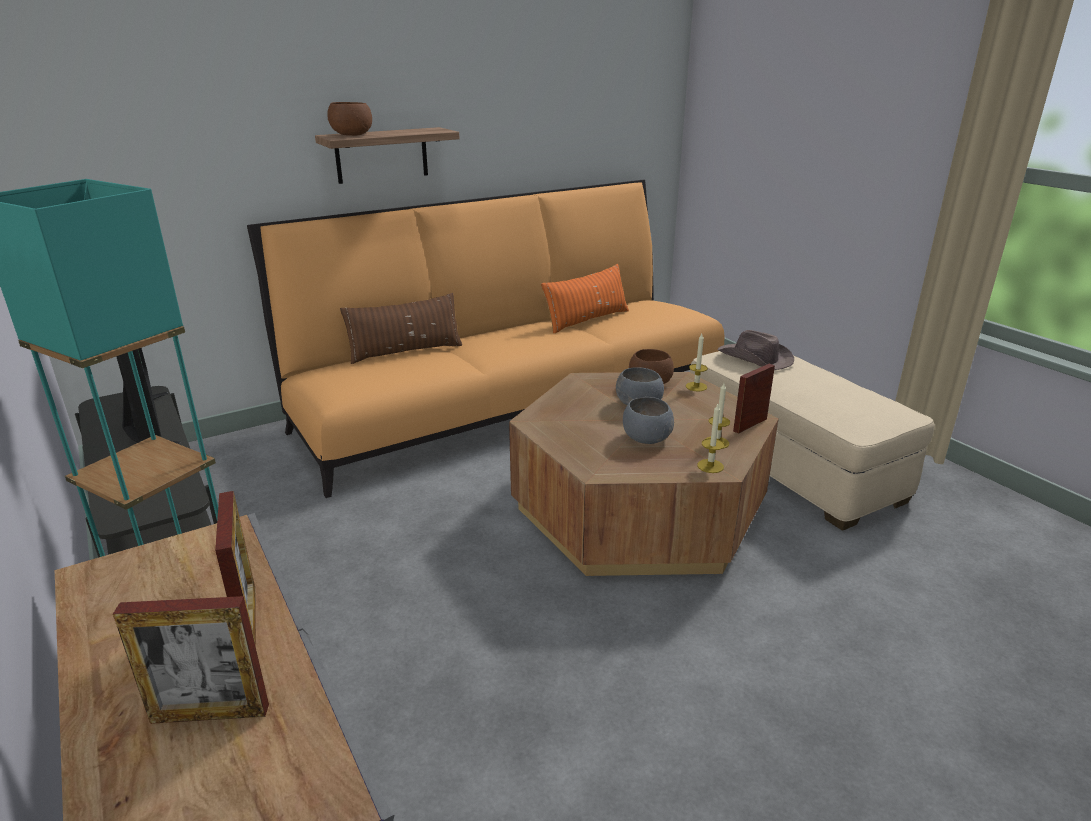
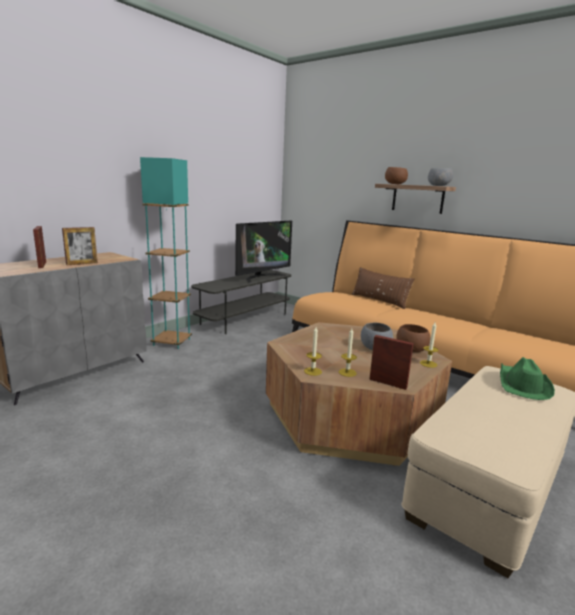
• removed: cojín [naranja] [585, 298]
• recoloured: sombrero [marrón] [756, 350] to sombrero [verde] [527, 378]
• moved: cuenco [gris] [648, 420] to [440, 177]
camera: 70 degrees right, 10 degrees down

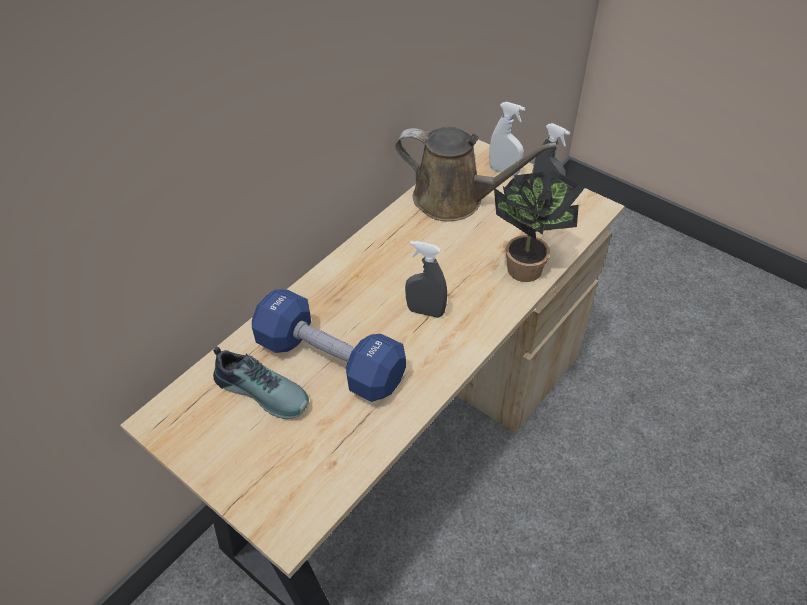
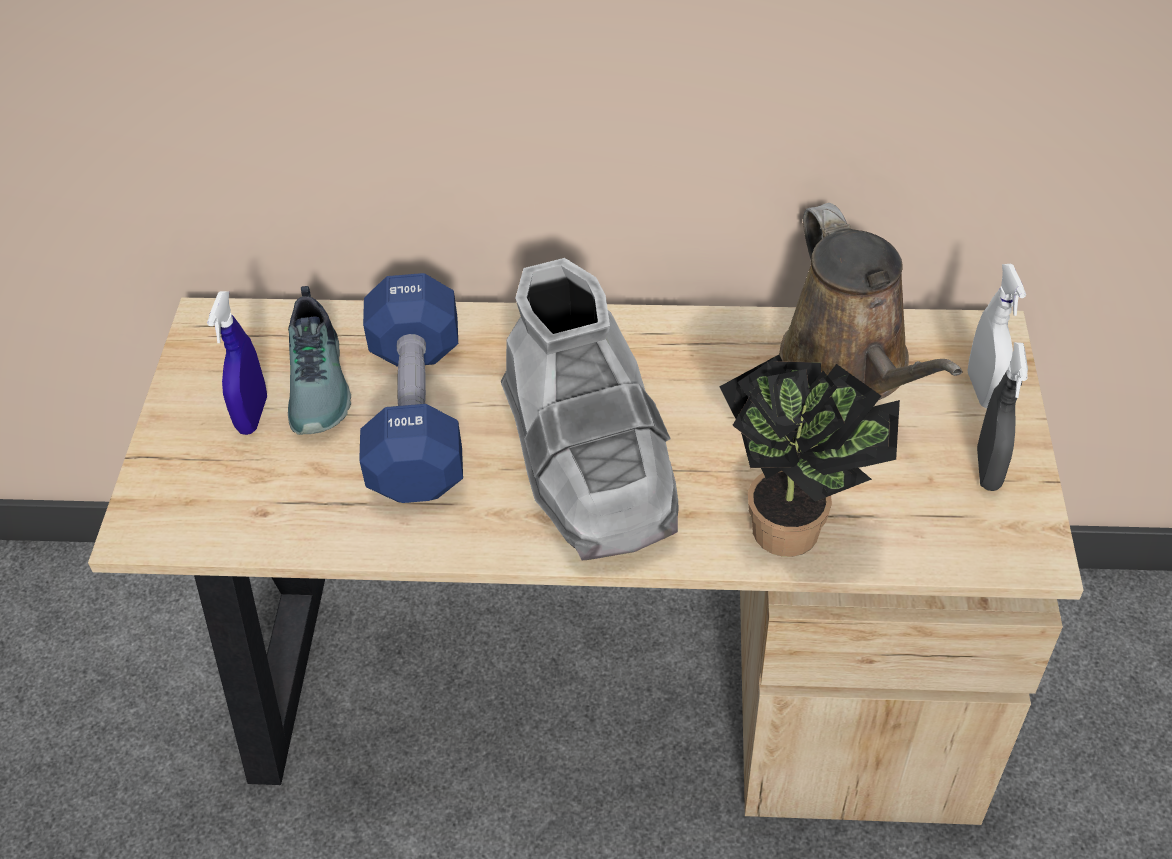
• replaced: pulverizador [gris] [426, 279] to bota [gris] [589, 409]
• added: pulverizador [azul] [237, 363]
camera: 55 degrees right, 0 degrees up

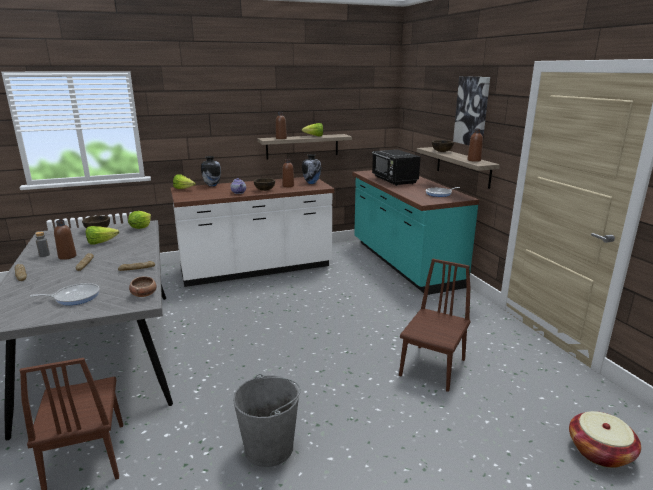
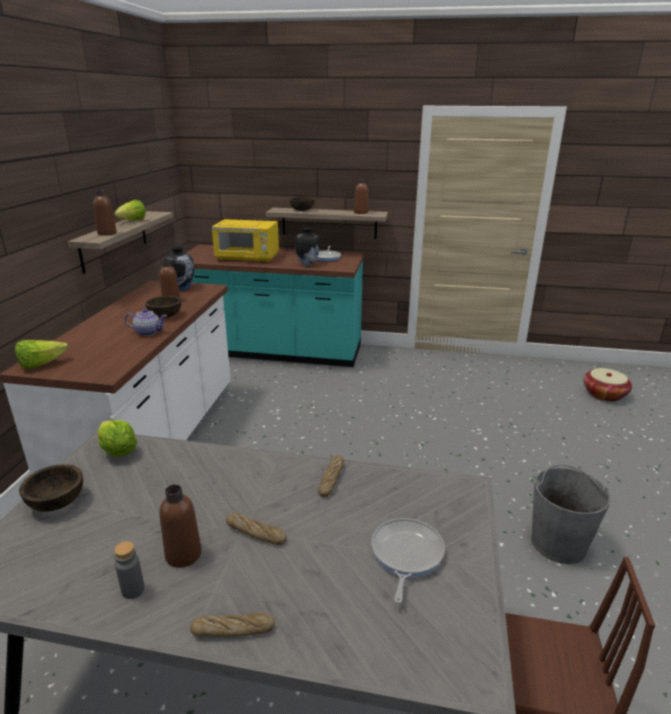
• removed: cuadro [471, 110]
• recoloured: microondas [negro] [396, 167] to microondas [amarillo] [245, 240]
• moved: florero [211, 171] to [307, 246]
• removed: lechuga [102, 235]
• removed: silla [marrón] [435, 325]
• removed: cuenco [143, 286]
camera: 60 degrees left, 5 degrees up

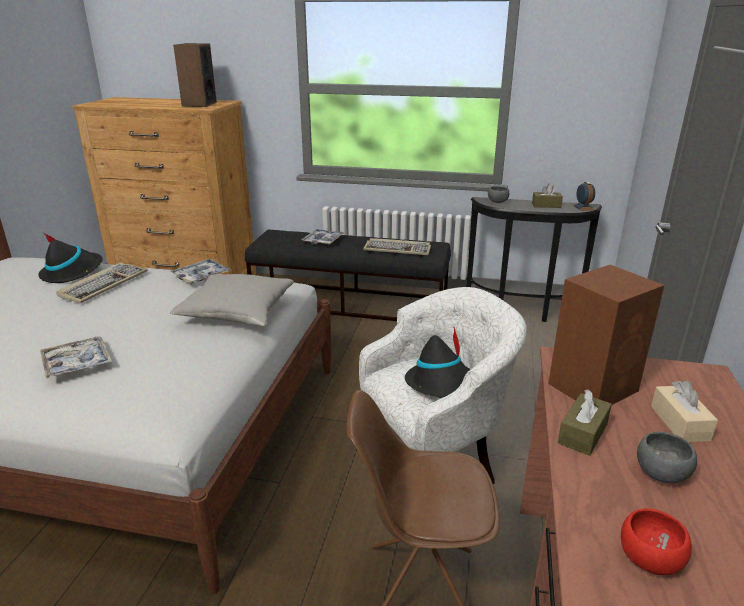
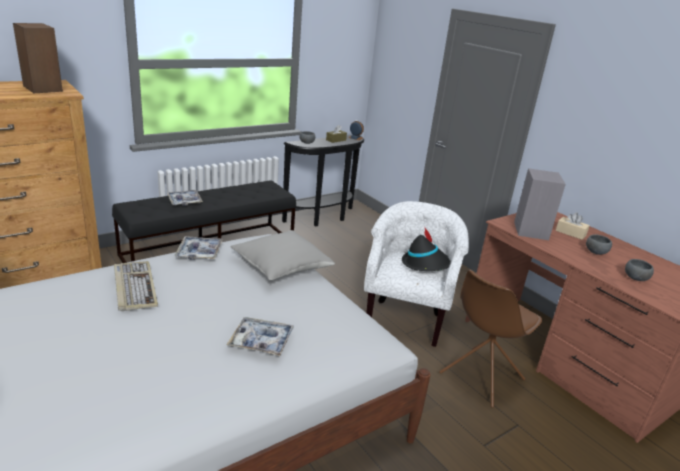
• removed: sombrero [negro] [70, 258]
• removed: teclado [397, 246]
• recoloured: altavoz [marrón] [606, 335] to altavoz [gris] [540, 204]
• removed: caja de pañuelos [marrón] [585, 422]
• recoloured: cuenco [rojo] [656, 541] to cuenco [gris] [639, 270]
camera: 50 degrees left, 0 degrees up

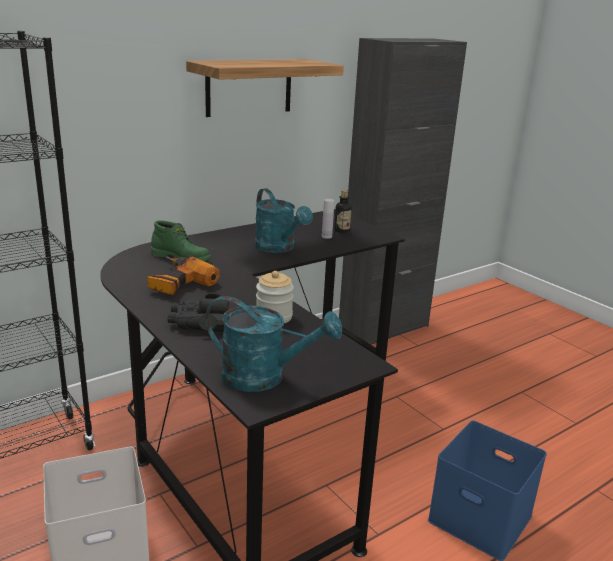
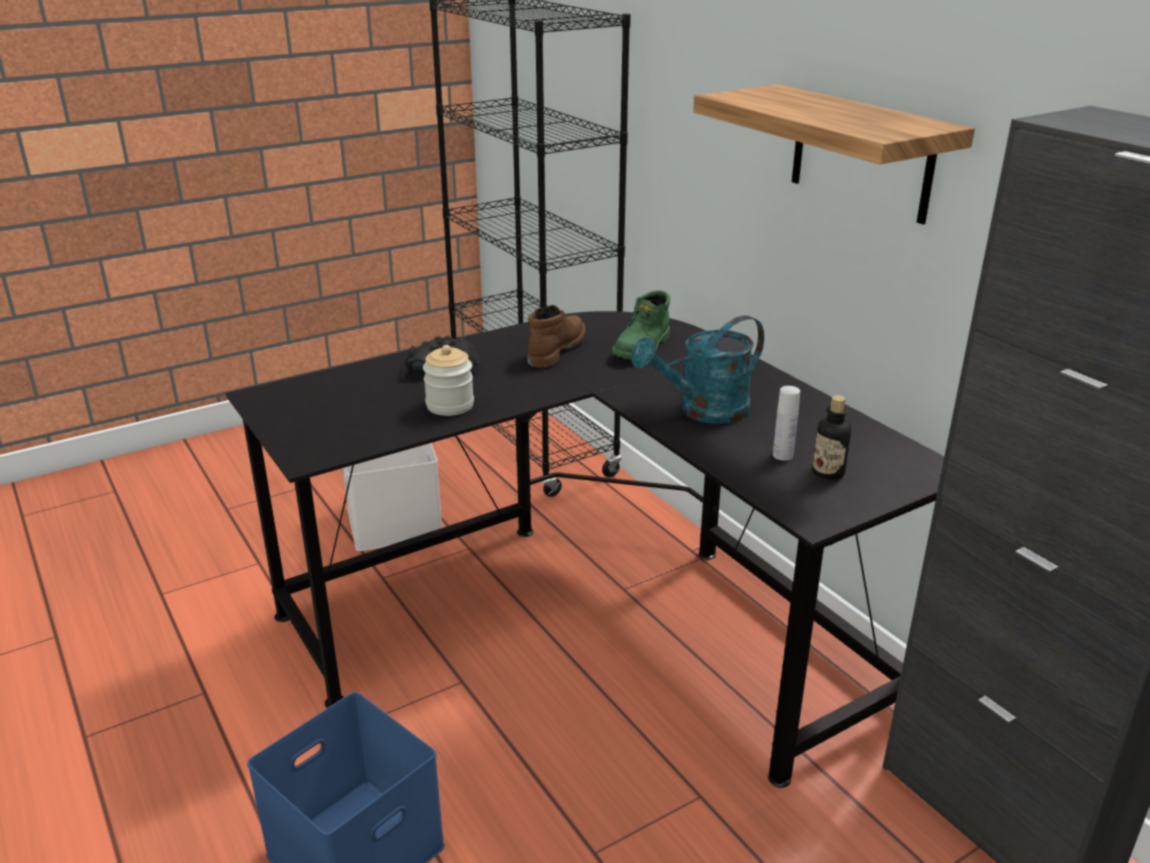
• replaced: taladro [183, 275] to bota [marrón] [556, 336]
• removed: regadera [turquesa] [273, 344]
camera: 95 degrees right, 5 degrees up

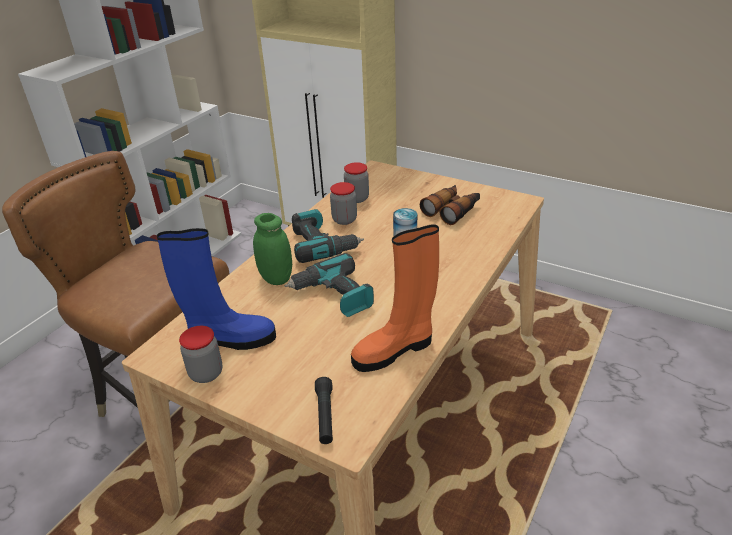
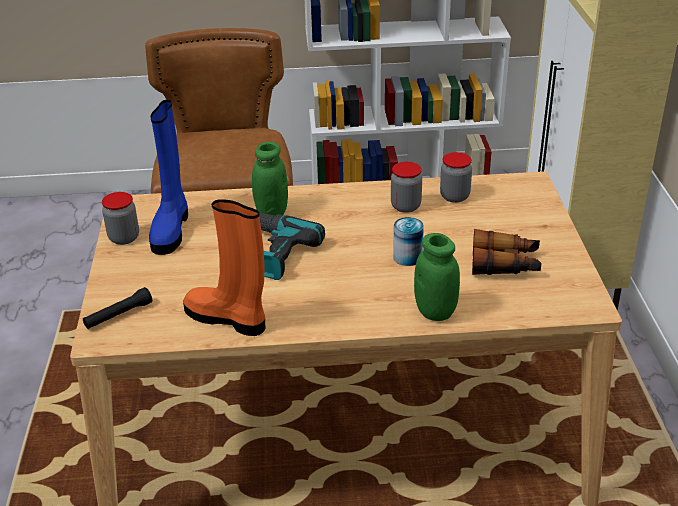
• removed: taladro [328, 236]
• turned: bota [azul] [216, 289] = [168, 177] 45 degrees clockwise
• added: tarro [verde] [437, 277]
camera: 55 degrees right, 0 degrees up

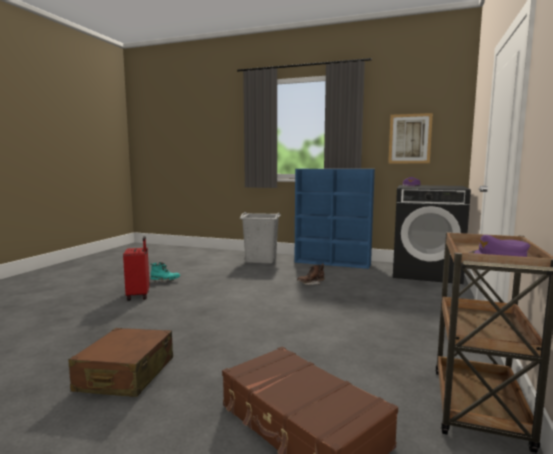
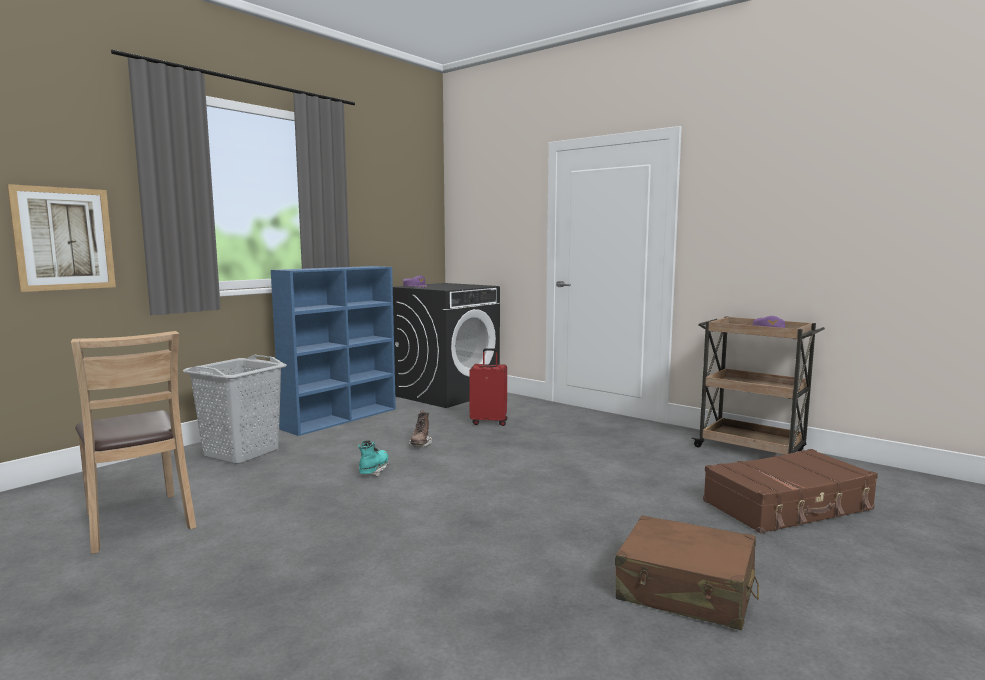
• moved: cuadro [410, 138] to [61, 238]
• moved: maleta [rojo] [136, 268] to [488, 387]
• moved: bota [turquesa] [165, 272] to [373, 458]
• added: silla [marrón] [133, 442]
camera: 70 degrees left, 0 degrees up

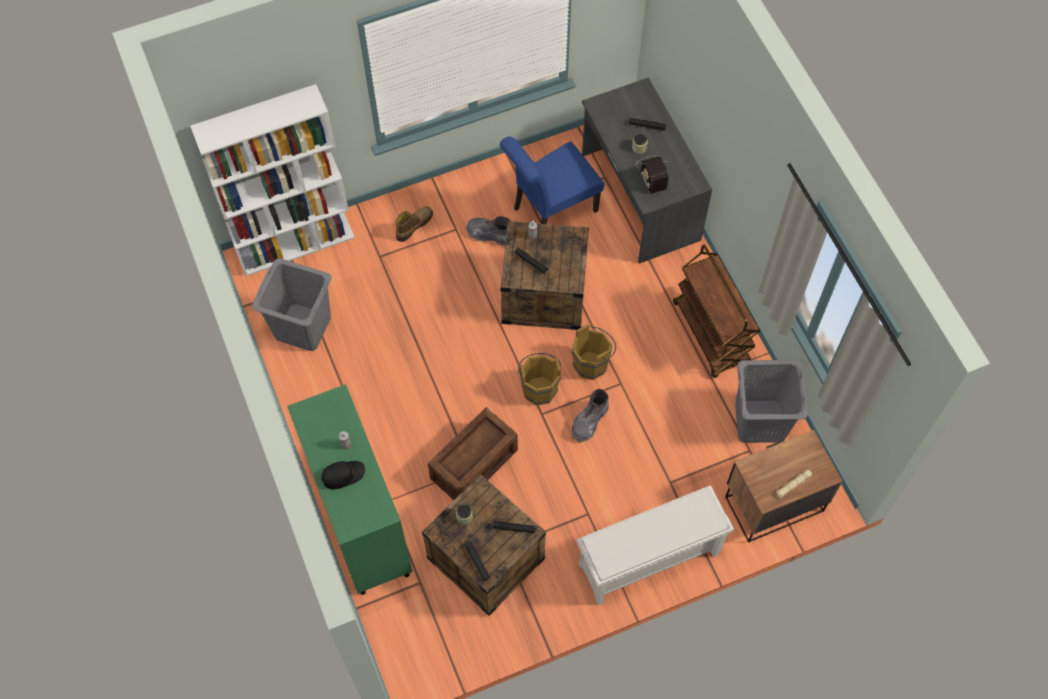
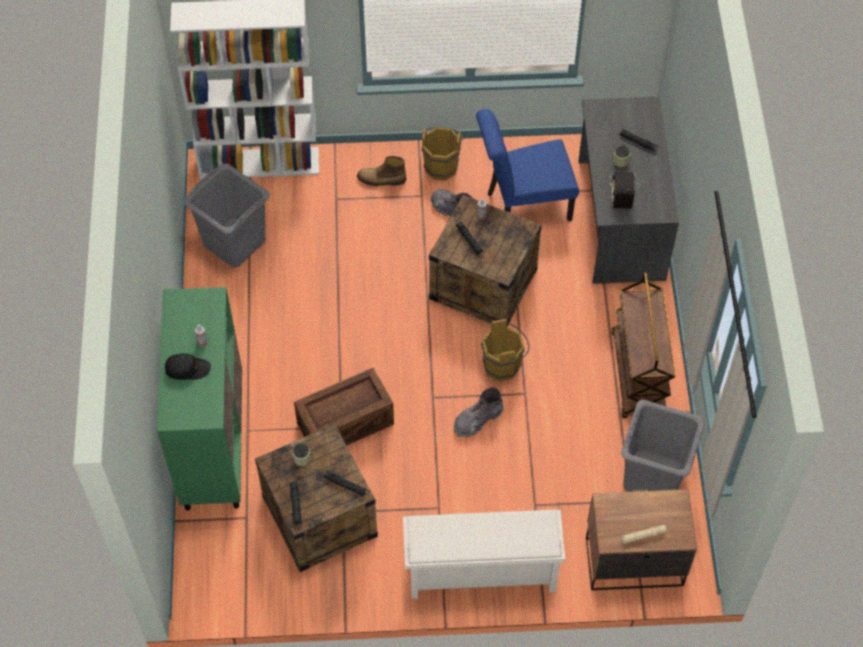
• turned: bota [414, 224] = [382, 171] 150 degrees counterclockwise
• moved: cubo [marrón] [539, 379] to [442, 154]
camera: 20 degrees right, 5 degrees down

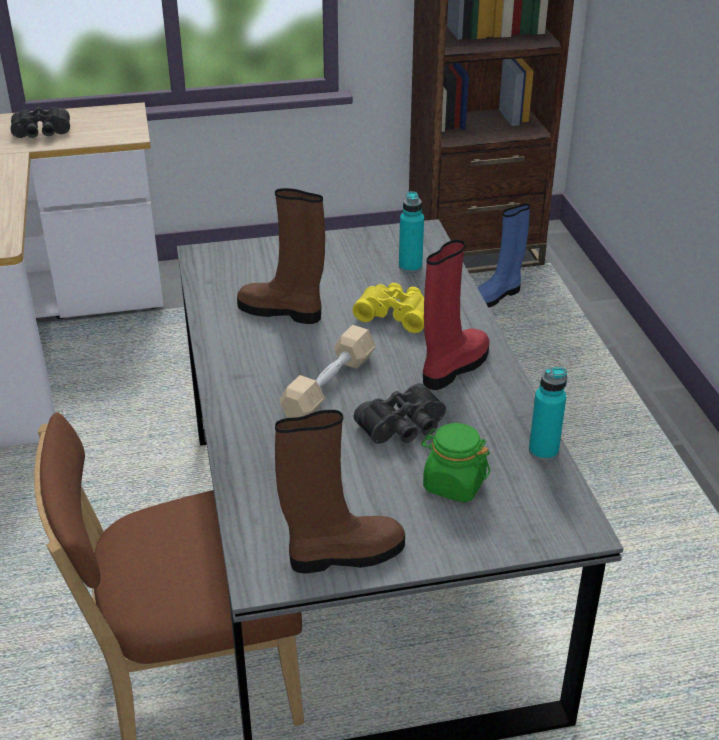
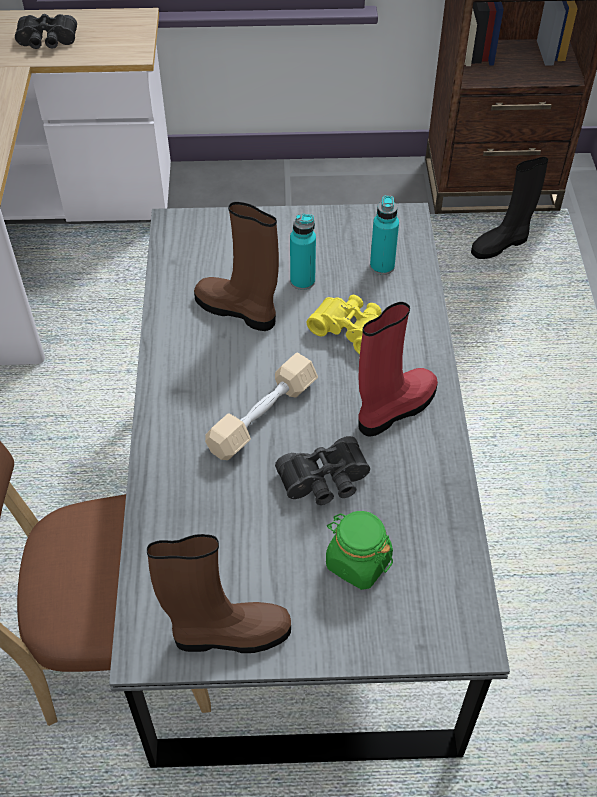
• recoloured: bota [azul] [503, 256] to bota [negro] [509, 208]
• moved: botella [turquesa] [548, 414] to [303, 252]
camera: 10 degrees right, 15 degrees up

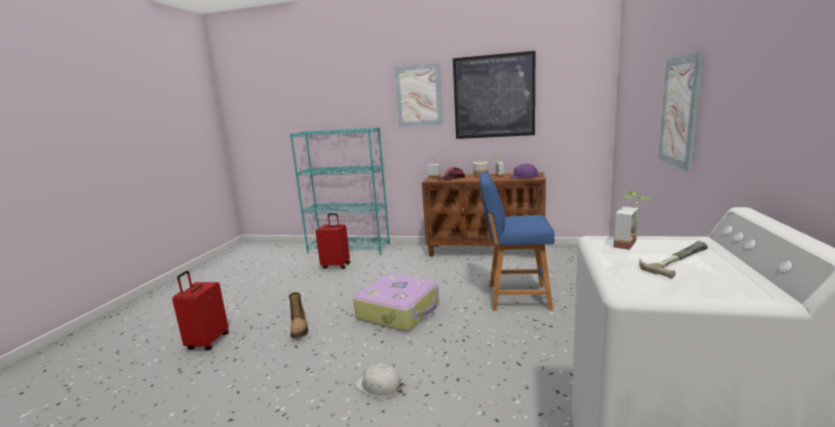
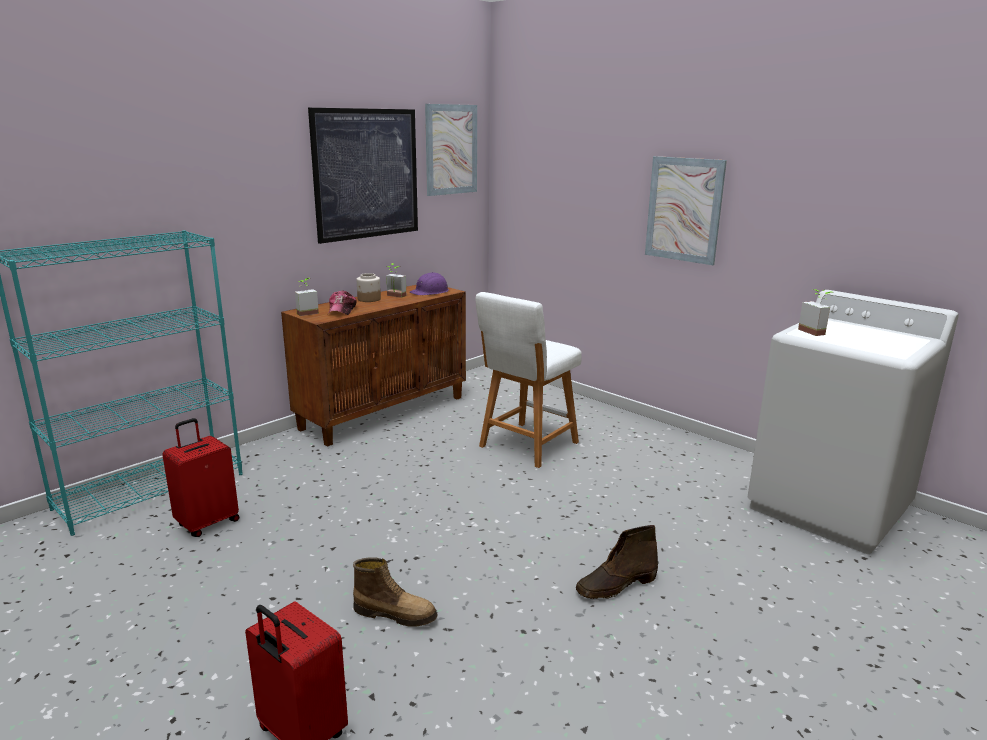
• moved: cuadro [418, 95] to [451, 150]
• recoloured: taburete [azul] [517, 242] to taburete [blanco] [528, 380]
• removed: martillo [673, 260]
• removed: maleta [396, 302]
• replaced: casco [blanco] [380, 381] to bota [marrón] [617, 562]
camera: 60 degrees left, 5 degrees up

